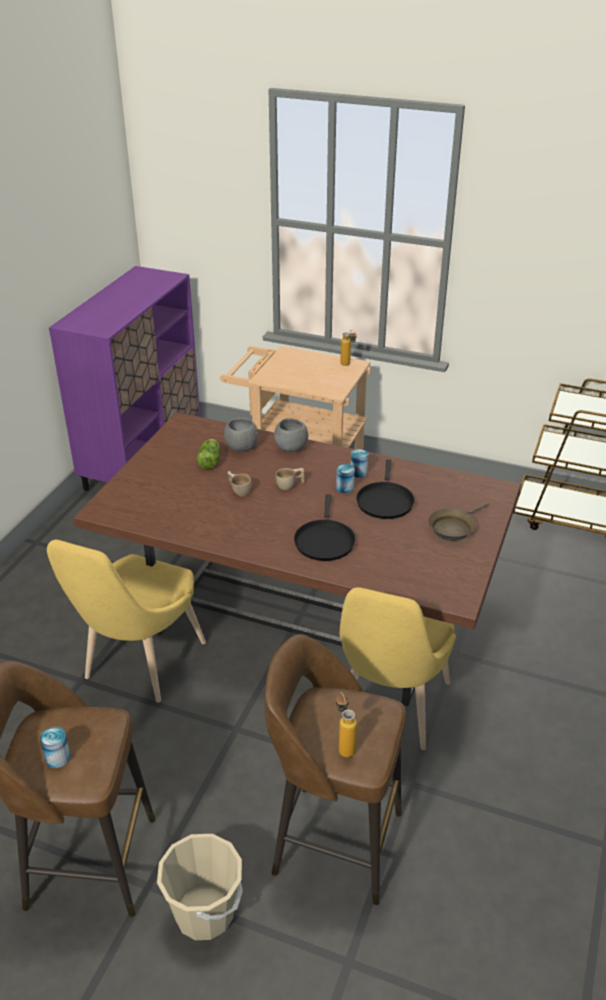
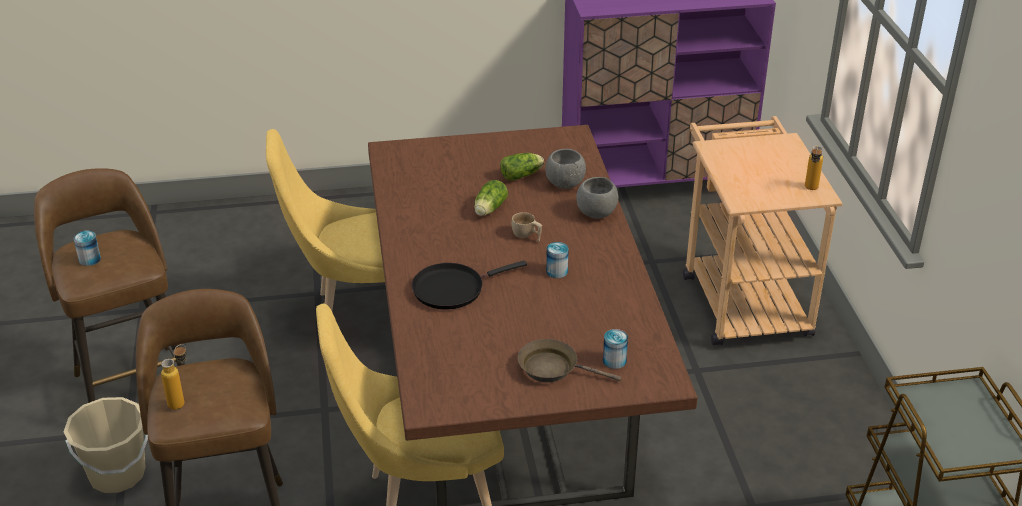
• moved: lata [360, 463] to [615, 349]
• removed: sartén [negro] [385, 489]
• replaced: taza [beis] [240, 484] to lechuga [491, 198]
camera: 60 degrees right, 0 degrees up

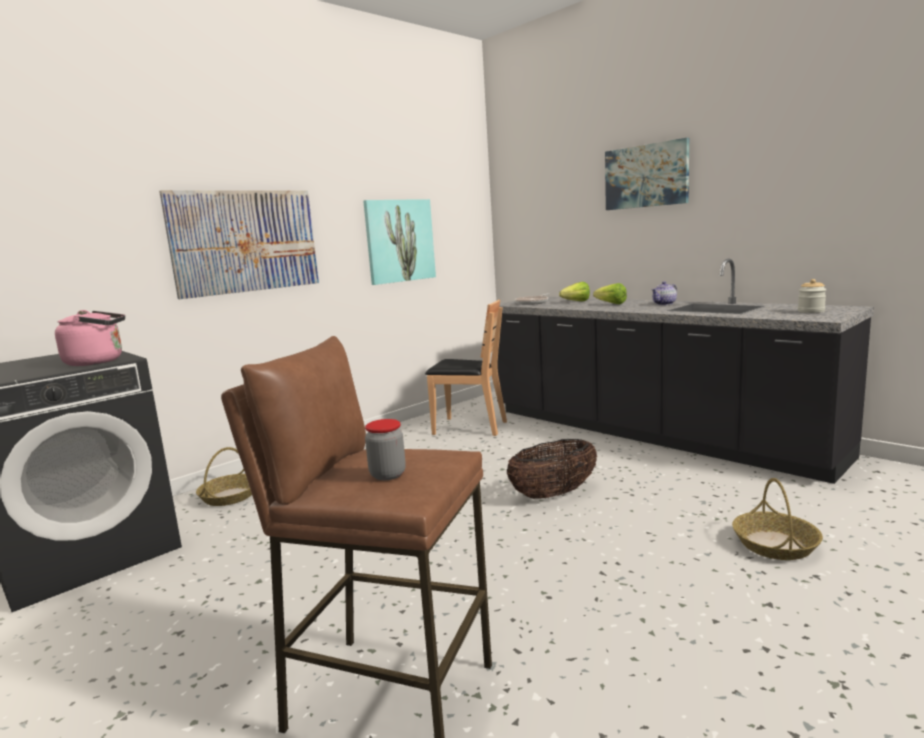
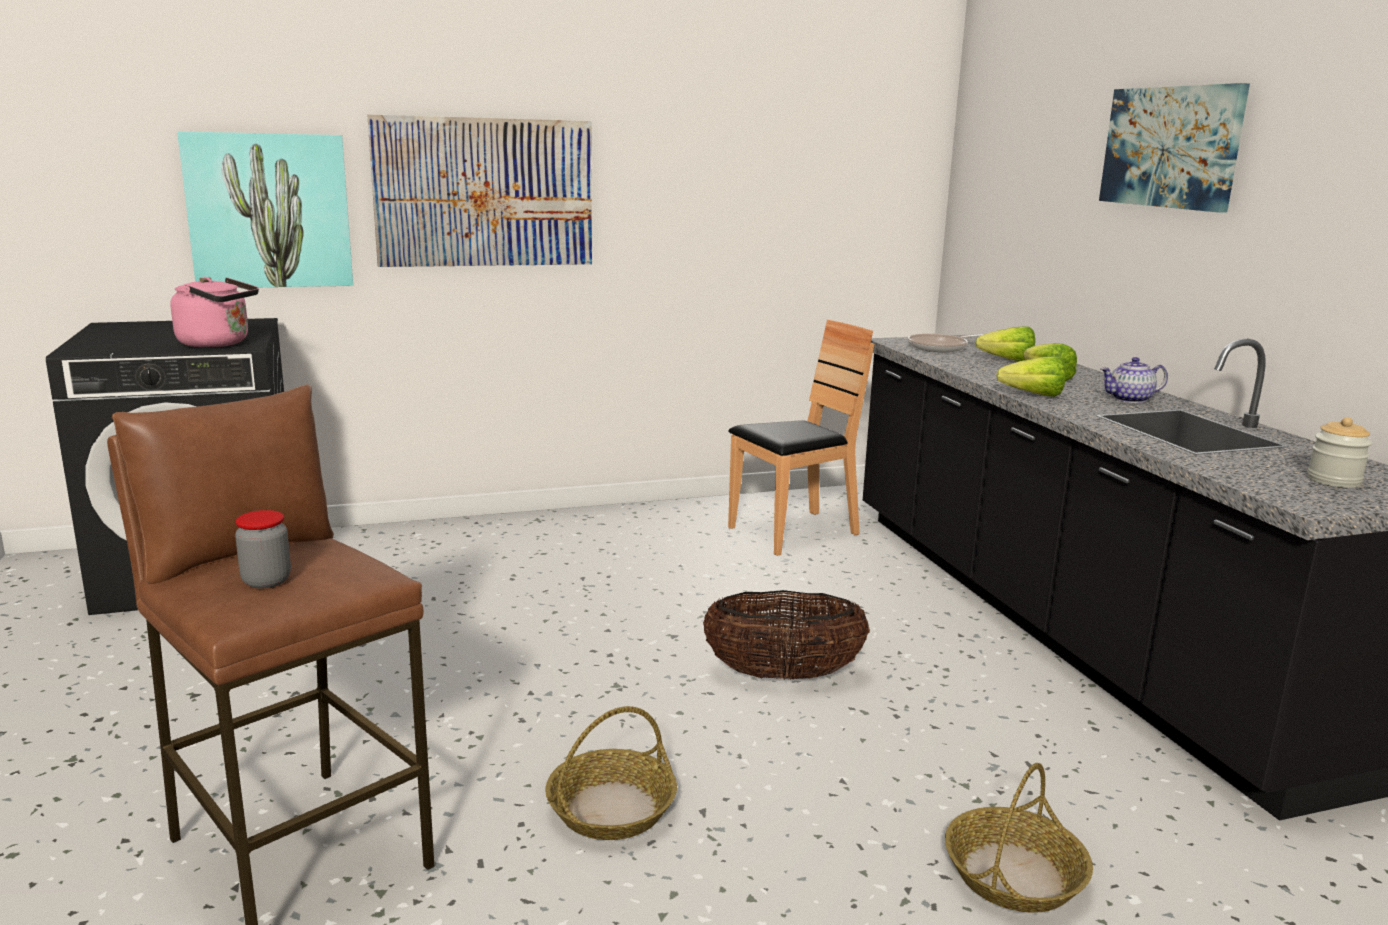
• moved: cuadro [399, 242] to [265, 209]
• turned: silla [marrón] [466, 367] = [801, 438] 75 degrees counterclockwise
• moved: cesta [224, 476] to [611, 773]
• added: lechuga [1031, 376]
camera: 25 degrees right, 5 degrees up

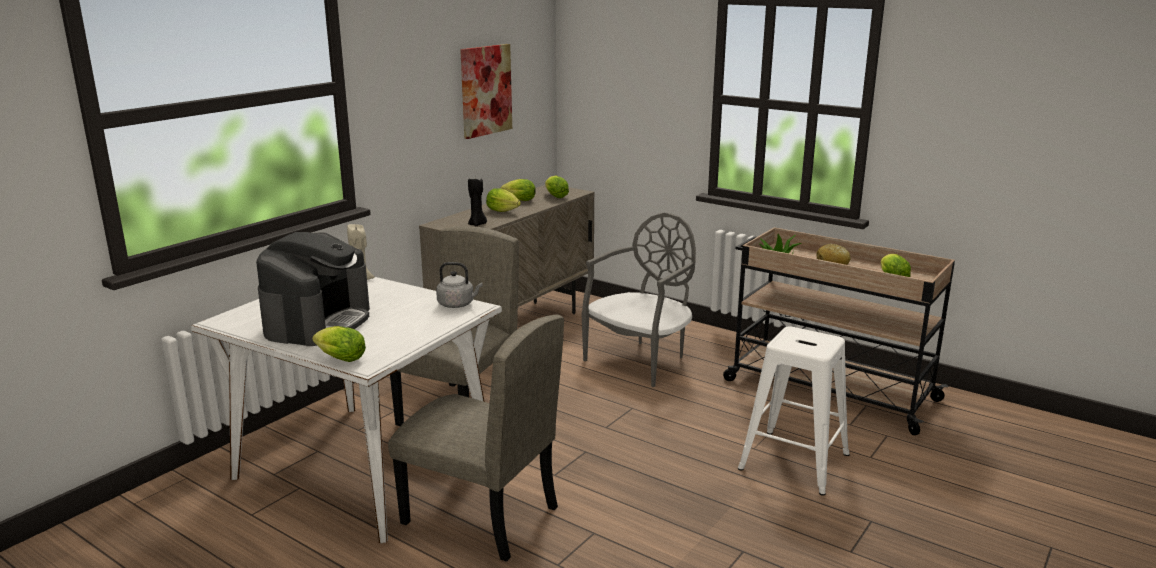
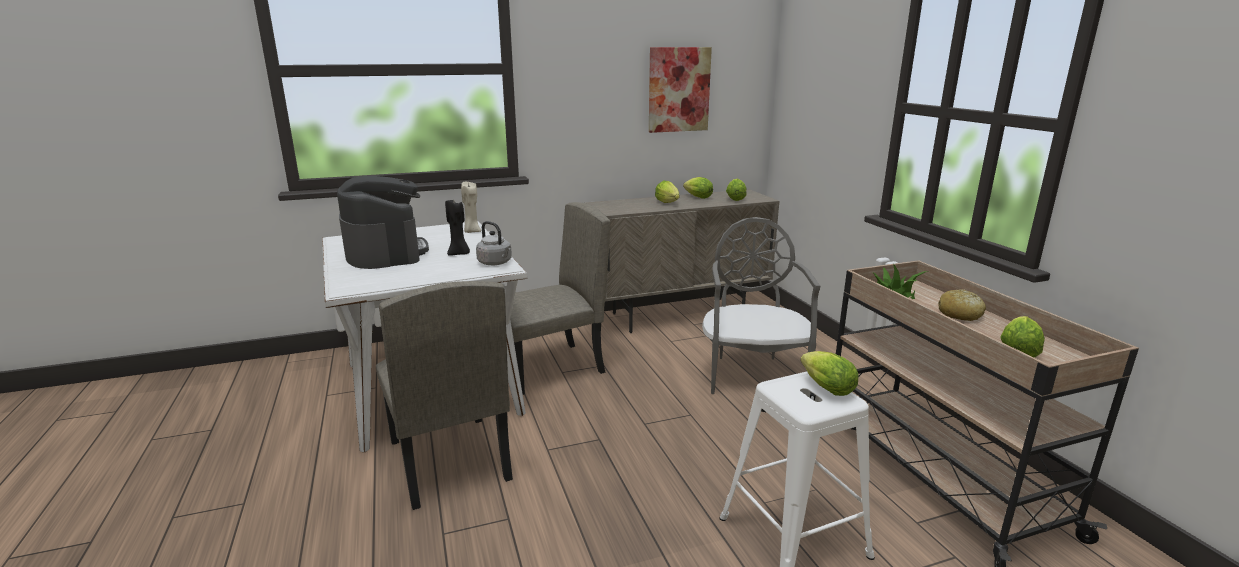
• moved: vela [negro] [477, 202] to [457, 228]
• turned: silla [gris] [639, 300] = [761, 305] 75 degrees counterclockwise
• turned: cafetera [313, 289] = [383, 222] 75 degrees counterclockwise
• moved: lechuga [339, 344] to [829, 373]
camera: 35 degrees right, 0 degrees up

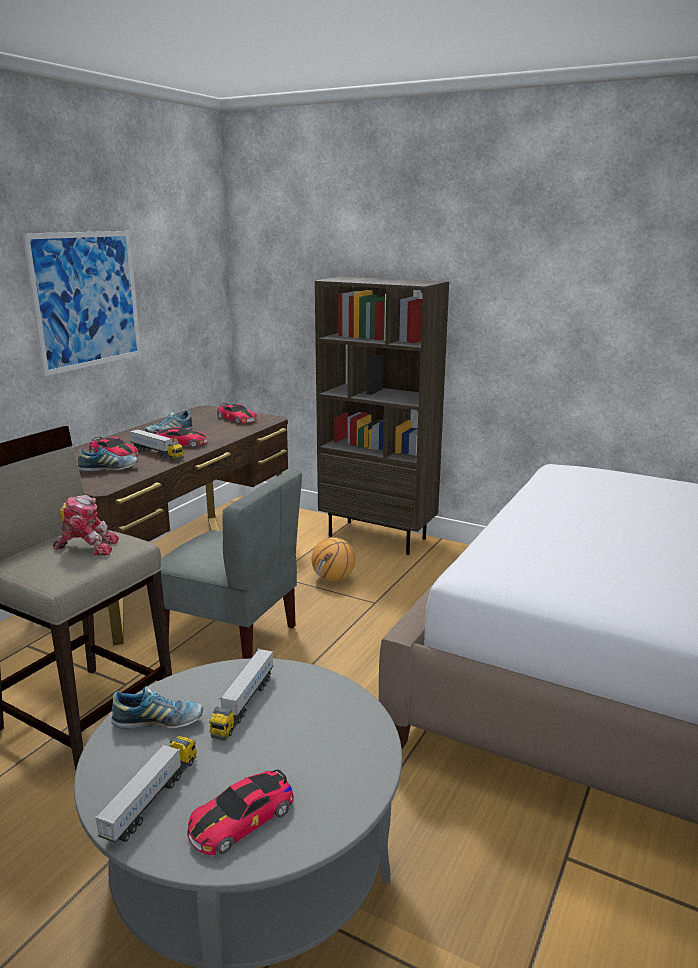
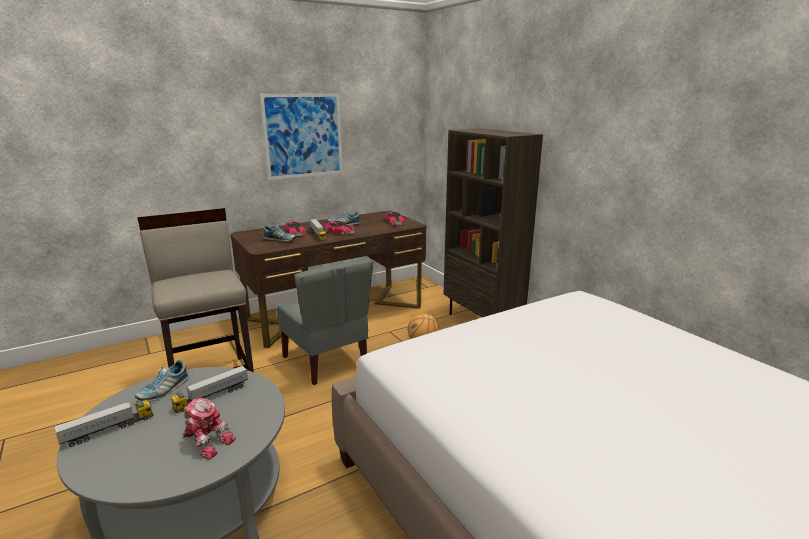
• moved: robot de juguete [85, 525] to [209, 429]
• turned: zapato [157, 707] = [162, 380] 90 degrees clockwise
• removed: coche de juguete [240, 812]
camera: 30 degrees right, 0 degrees up

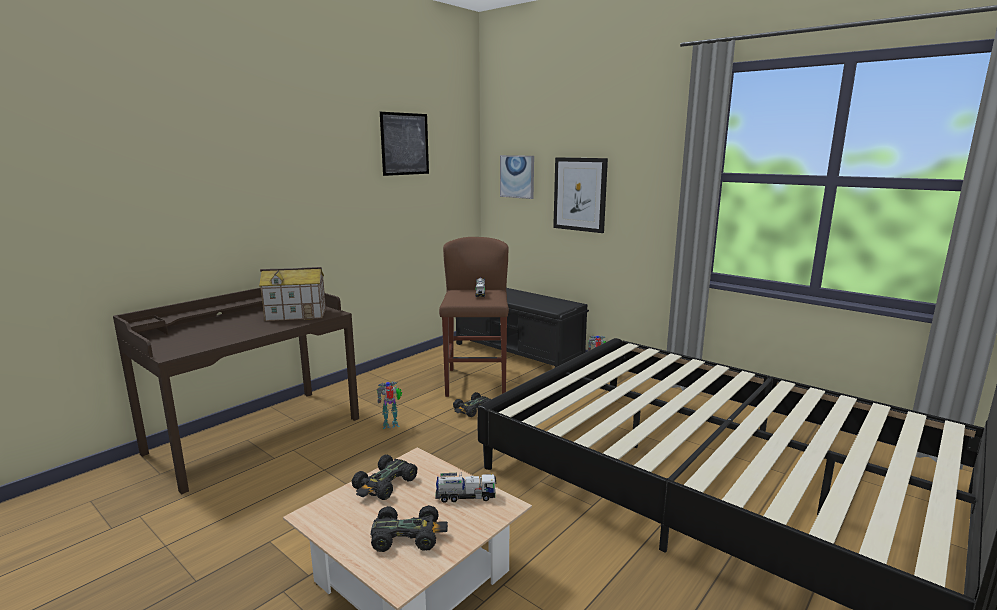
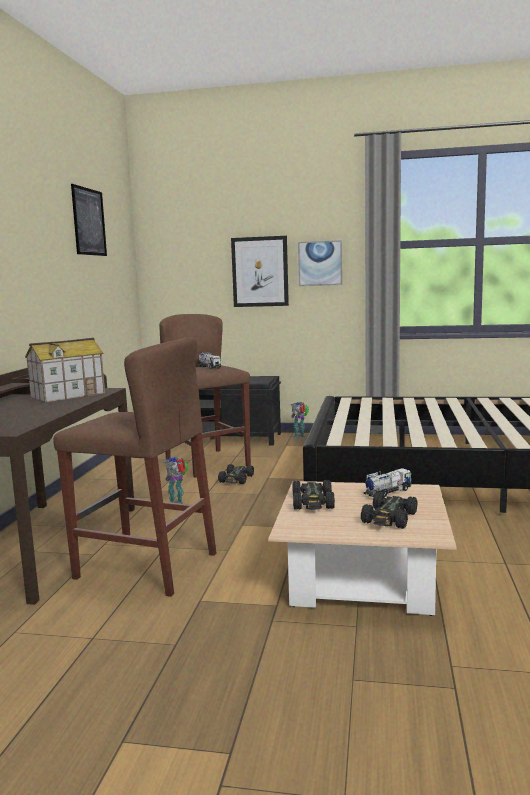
• moved: cuadro [517, 177] to [320, 263]
• turned: coche de juguete [negro] [409, 528] = [389, 510] 150 degrees clockwise
• added: taburete [marrón] [134, 467]
camera: 30 degrees left, 5 degrees down

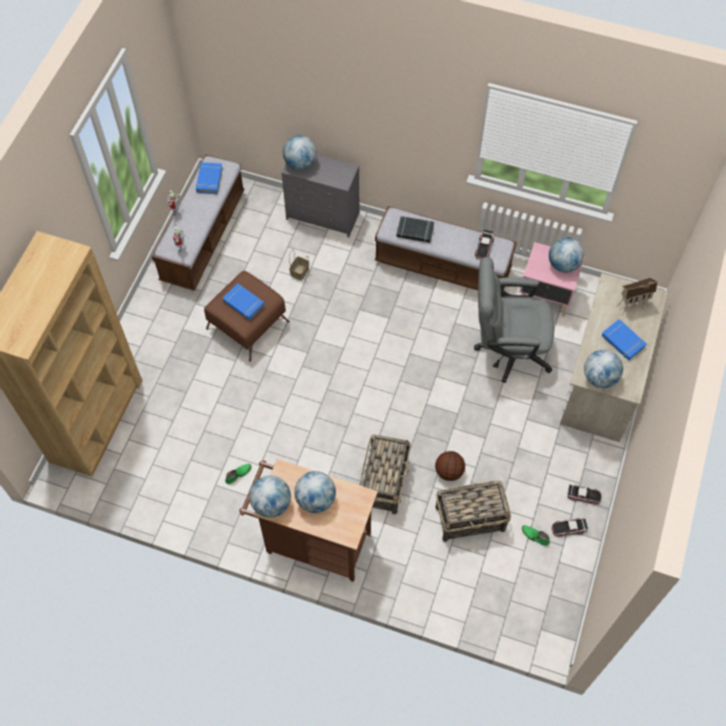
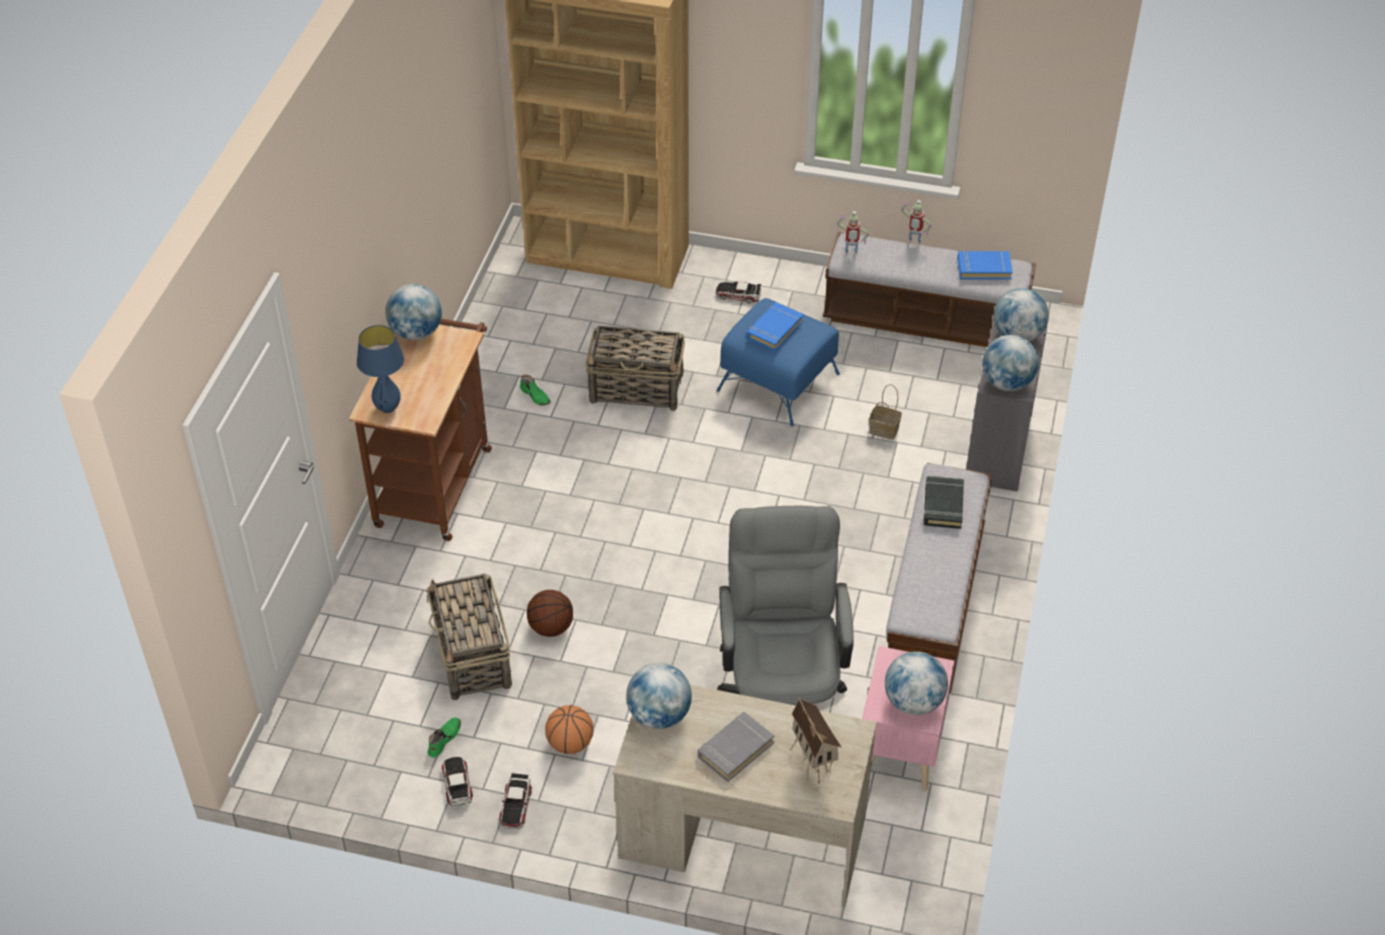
• moved: coche de juguete [484, 245] to [738, 292]
• recoloured: puf [marrón] [247, 316] to puf [azul] [778, 362]
• recoloured: libro [azul] [624, 339] to libro [gris] [736, 747]
• moved: cesta [385, 474] to [635, 368]
• moved: globo terráqueo [315, 492] to [1010, 363]
• added: lámpara de mesa [azul] [380, 369]
• added: balón de baloncesto [569, 729]
camera: 85 degrees right, 15 degrees down

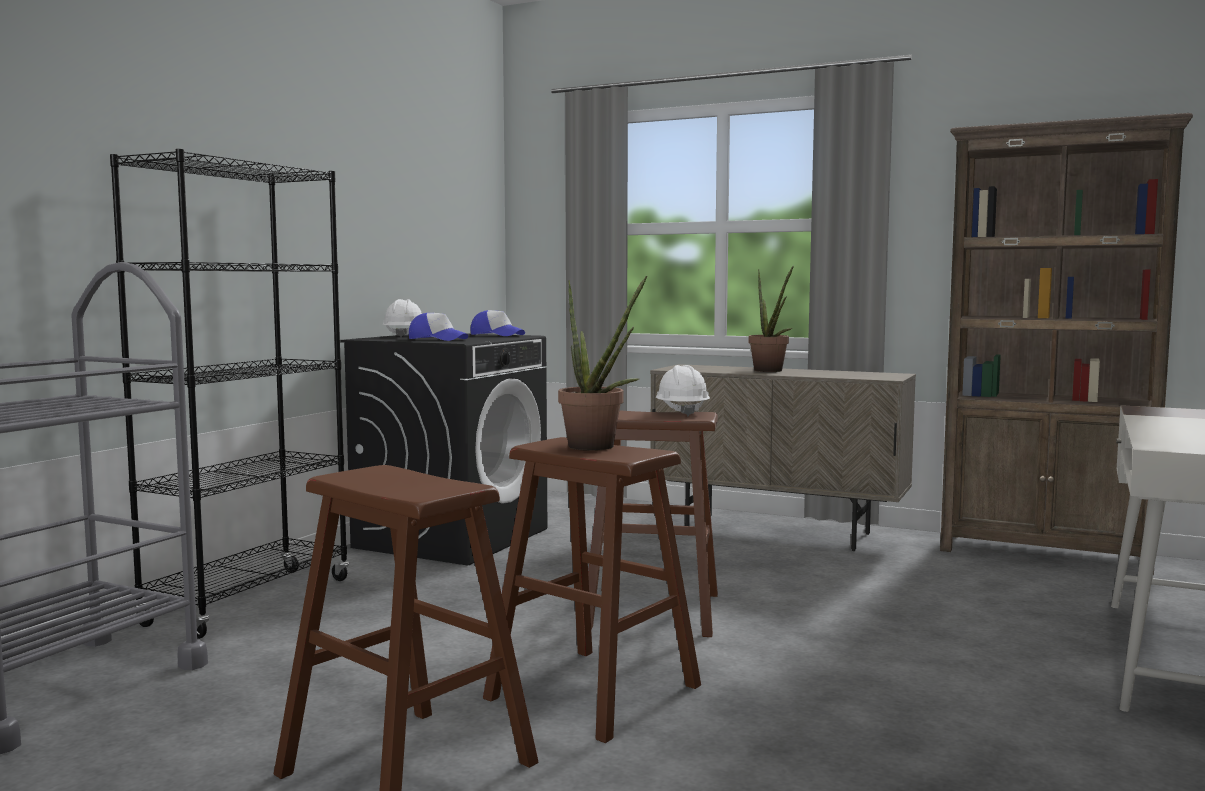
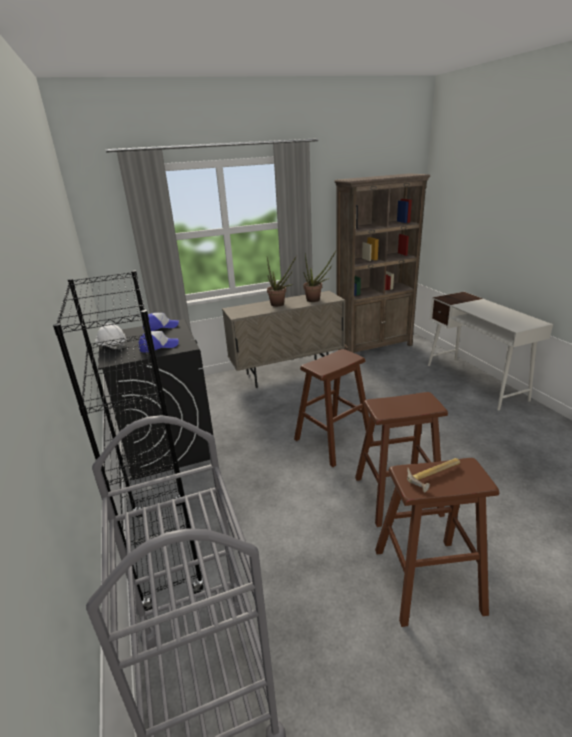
• moved: planta en maceta [602, 363] to [319, 276]
• removed: casco [blanco] [683, 391]
• added: martillo [433, 475]
camera: 45 degrees left, 20 degrees up

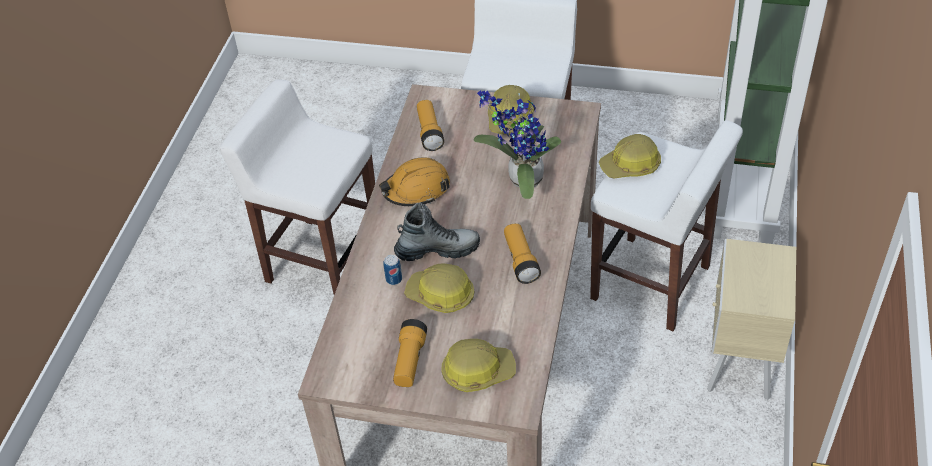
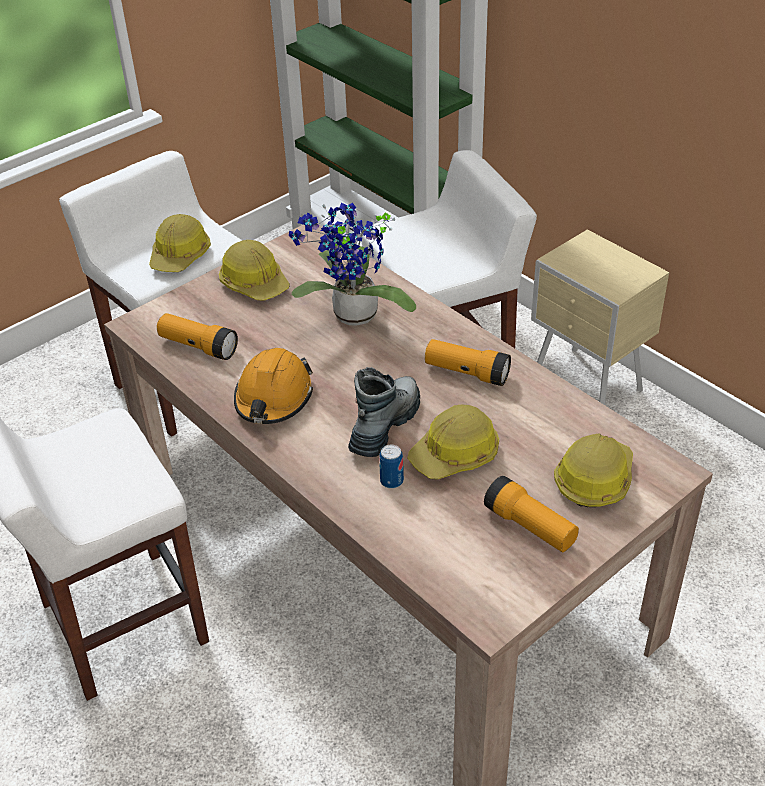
• moved: casco [630, 156] to [180, 243]
camera: 55 degrees left, 5 degrees down

